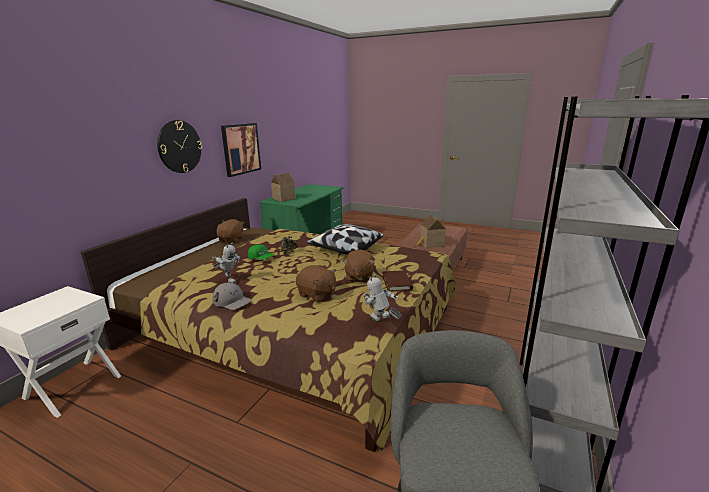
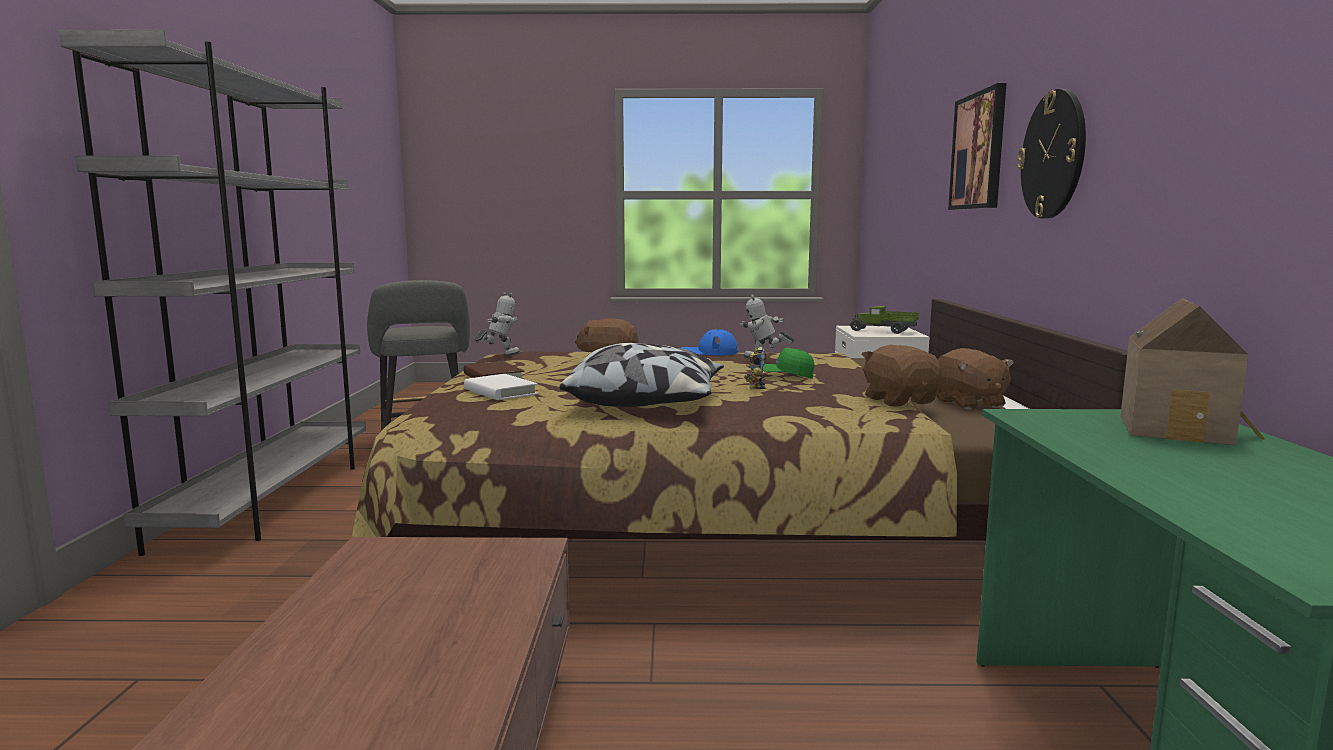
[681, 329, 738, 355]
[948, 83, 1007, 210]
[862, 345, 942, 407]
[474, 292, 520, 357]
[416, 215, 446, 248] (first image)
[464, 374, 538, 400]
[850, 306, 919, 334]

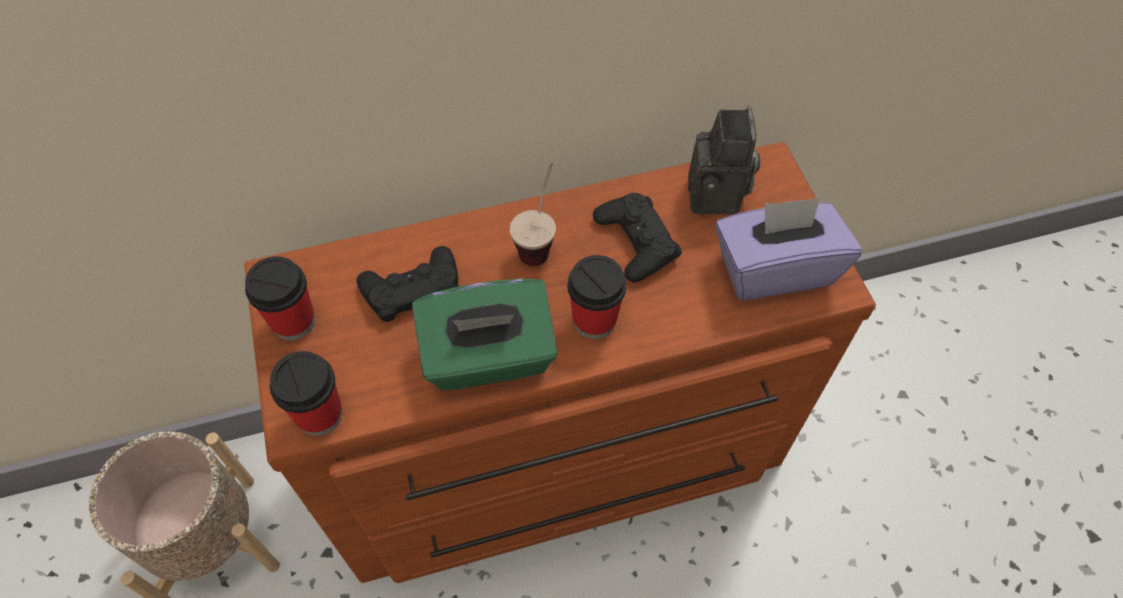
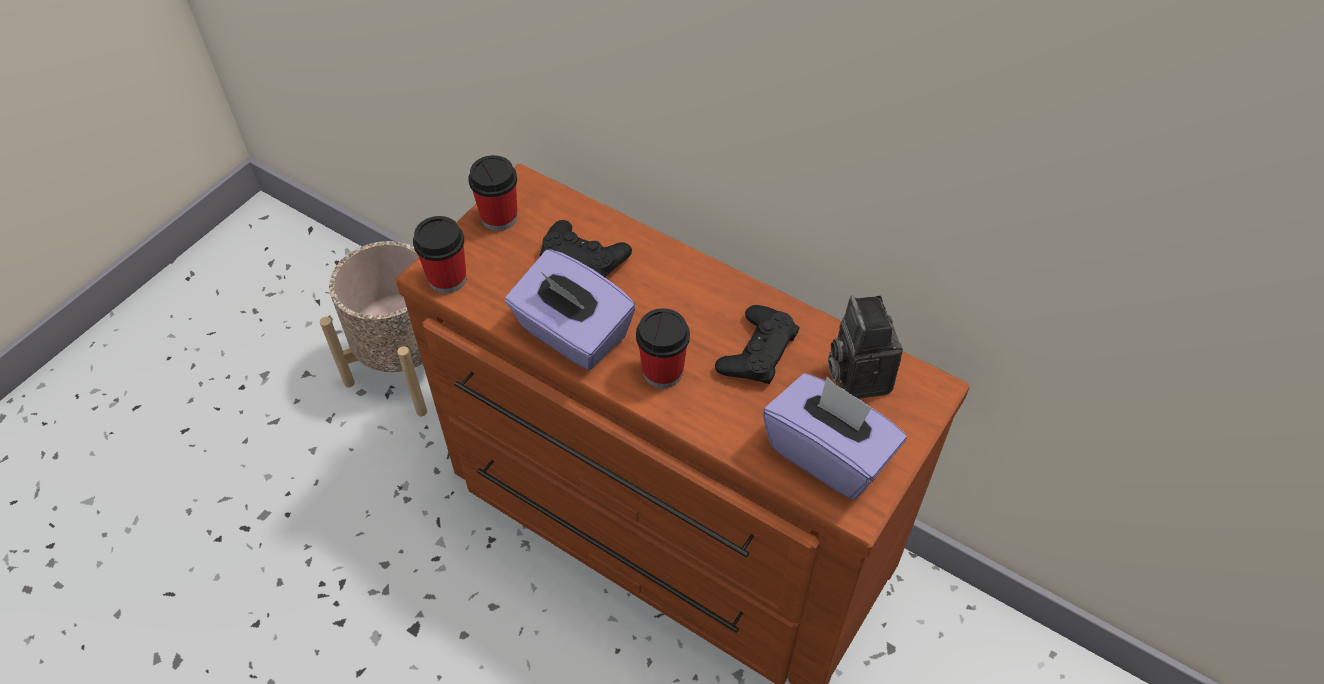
[505, 249, 636, 370]
[510, 163, 556, 266] (first image)
[828, 295, 903, 399]

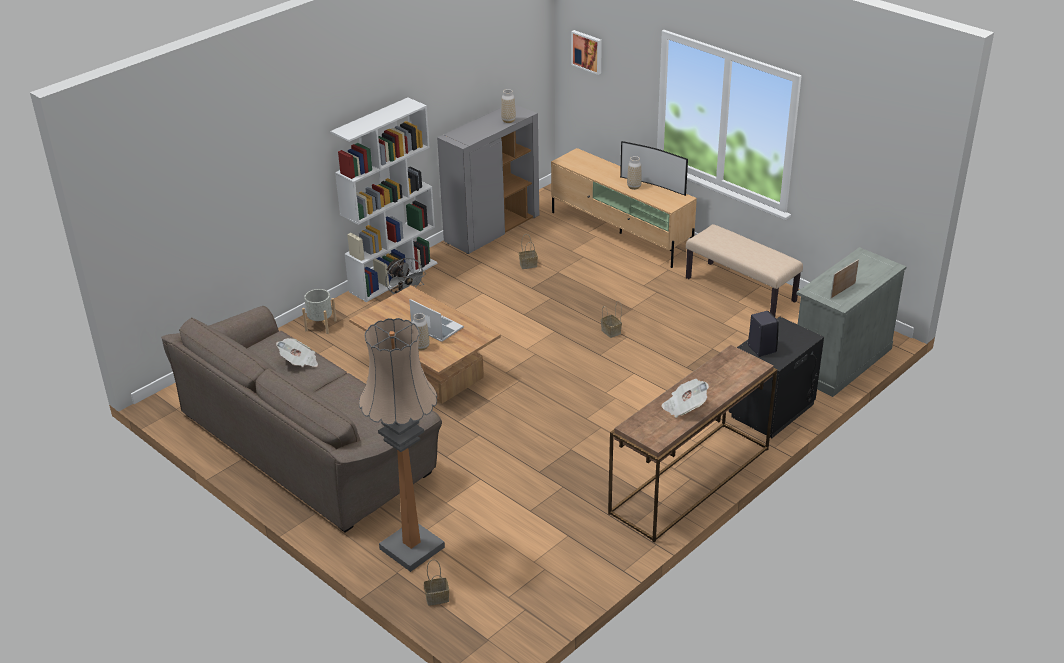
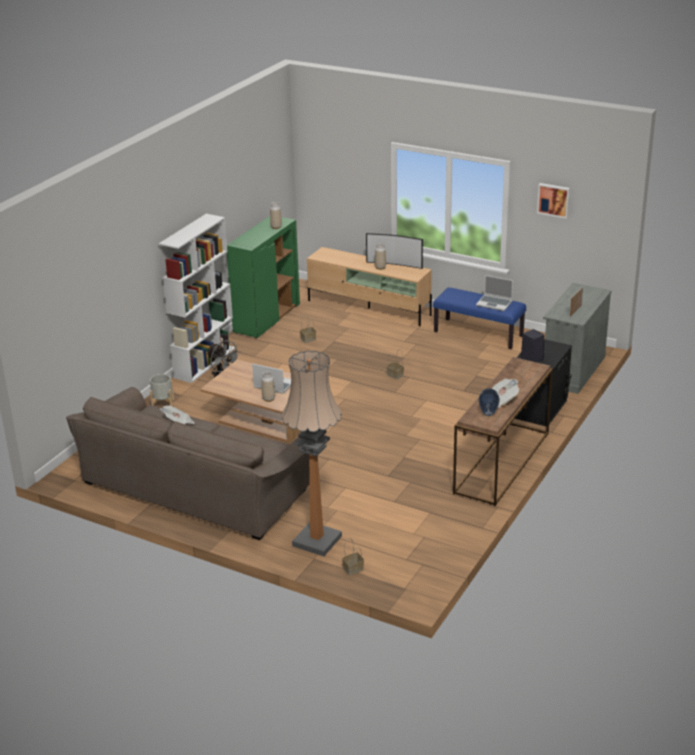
[227, 216, 300, 338]
[537, 183, 570, 219]
[433, 288, 526, 349]
[476, 275, 513, 311]
[479, 389, 500, 416]

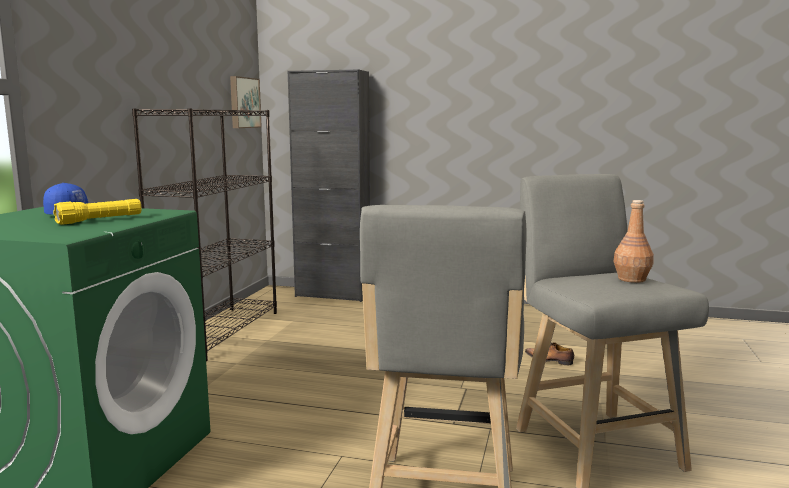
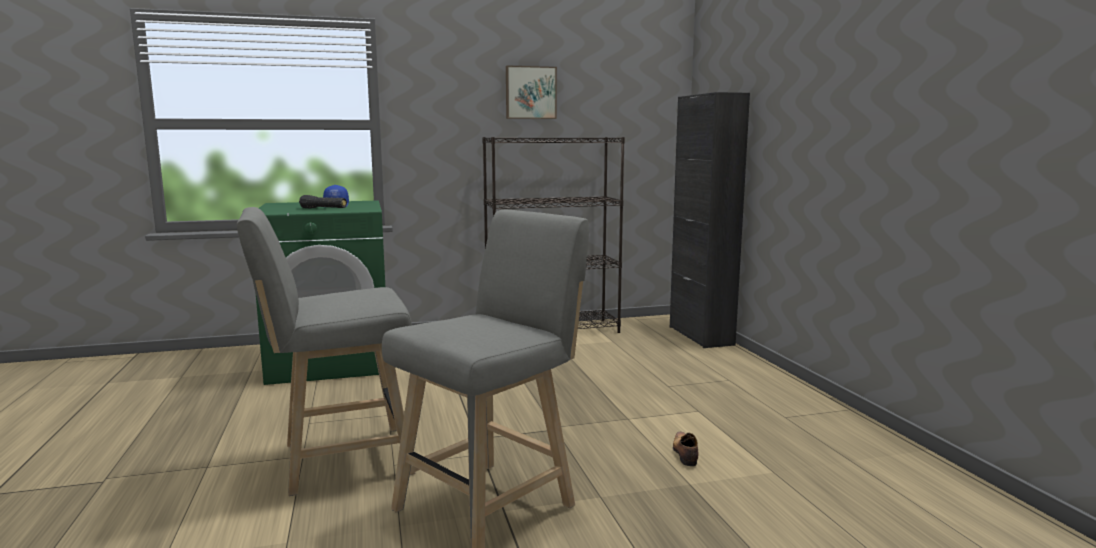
[299, 195, 347, 208]
[506, 65, 557, 119]
[613, 200, 654, 283] (first image)

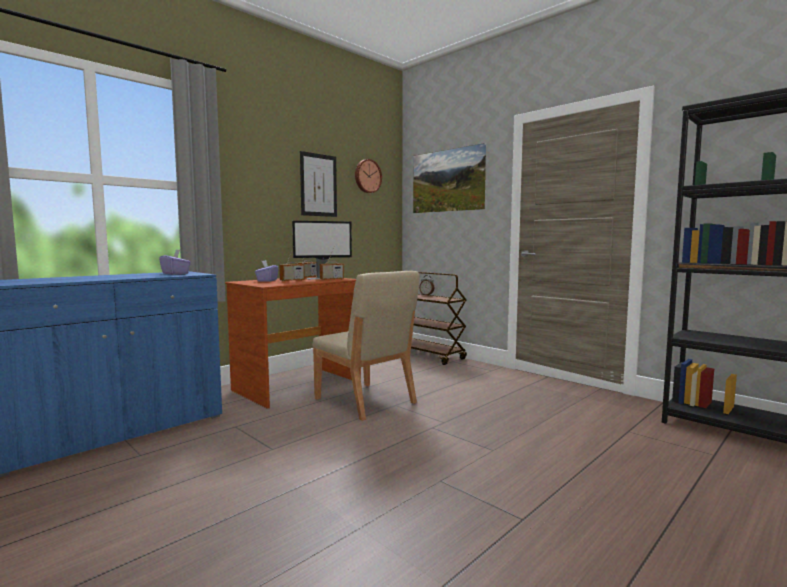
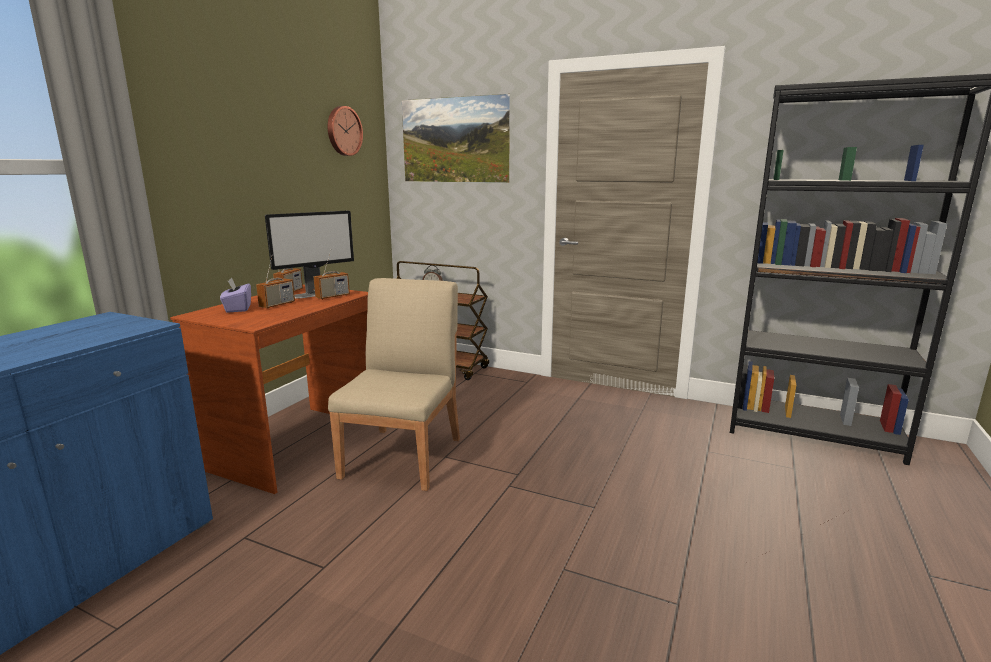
[159, 250, 191, 275] (first image)
[300, 151, 337, 217] (first image)
[328, 278, 460, 491]

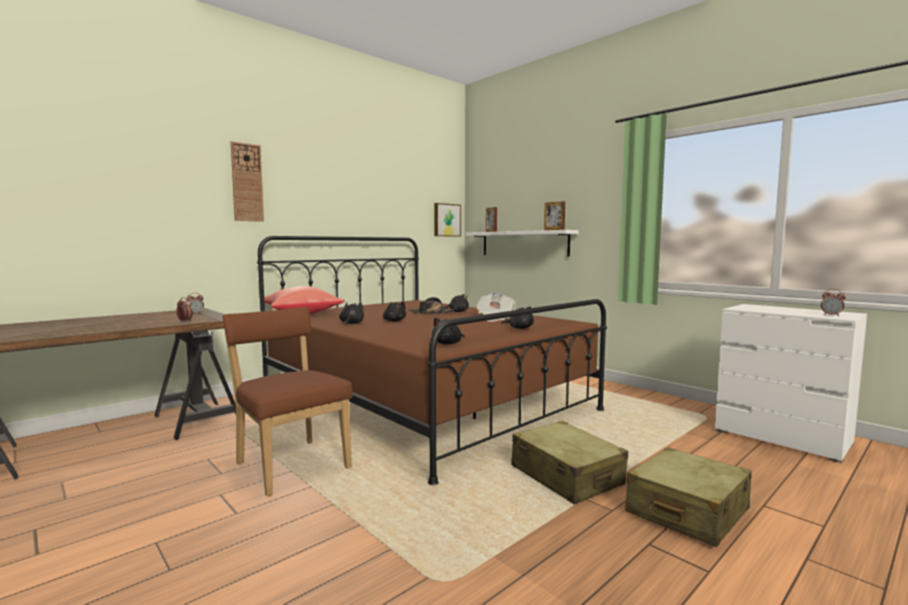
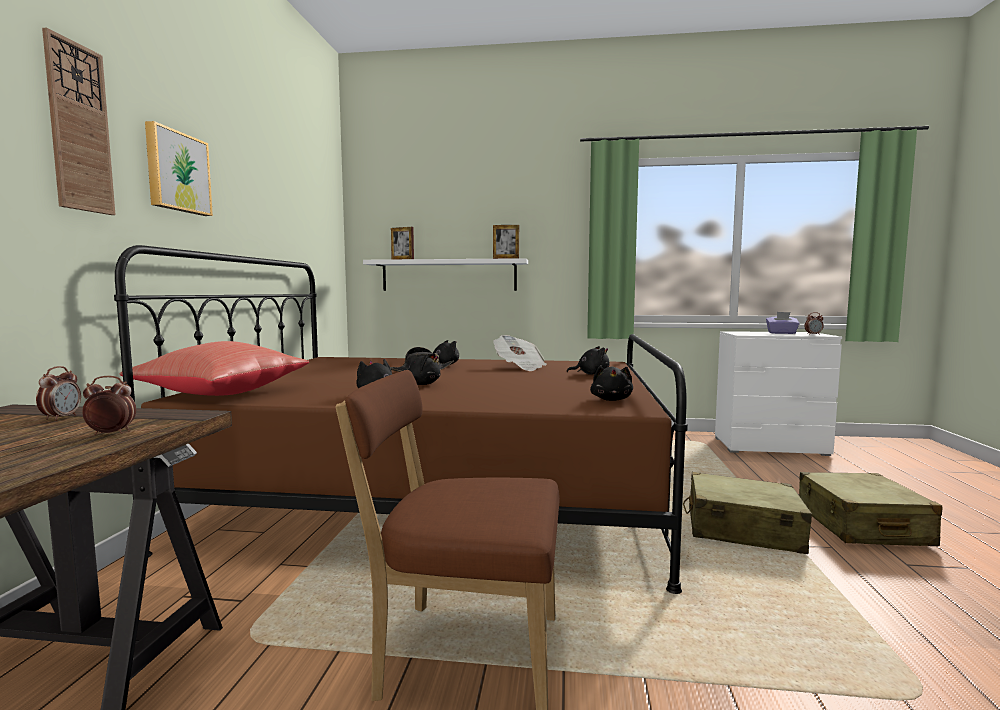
[145, 121, 213, 216]
[766, 312, 800, 334]

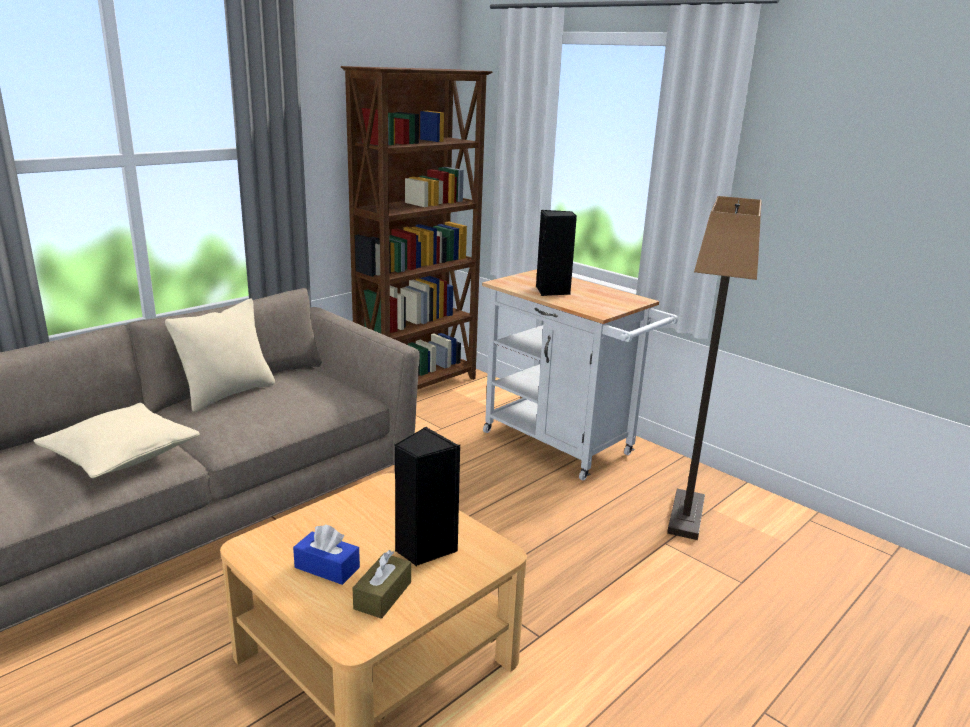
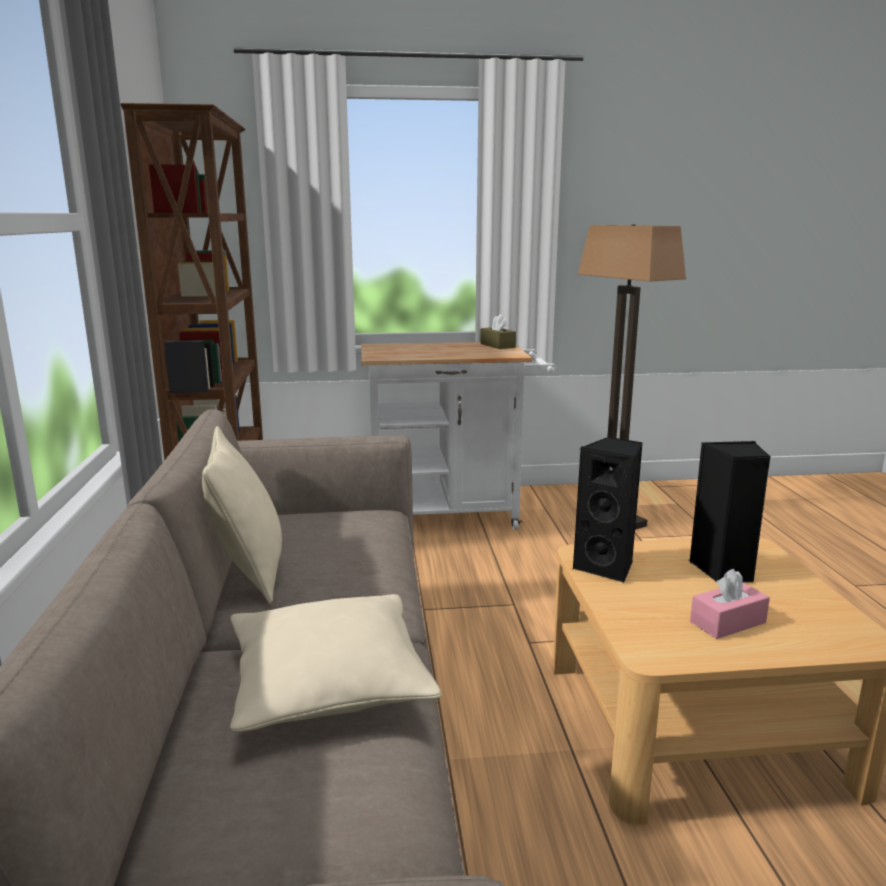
[690, 569, 770, 639]
[480, 314, 516, 349]
[572, 437, 643, 583]

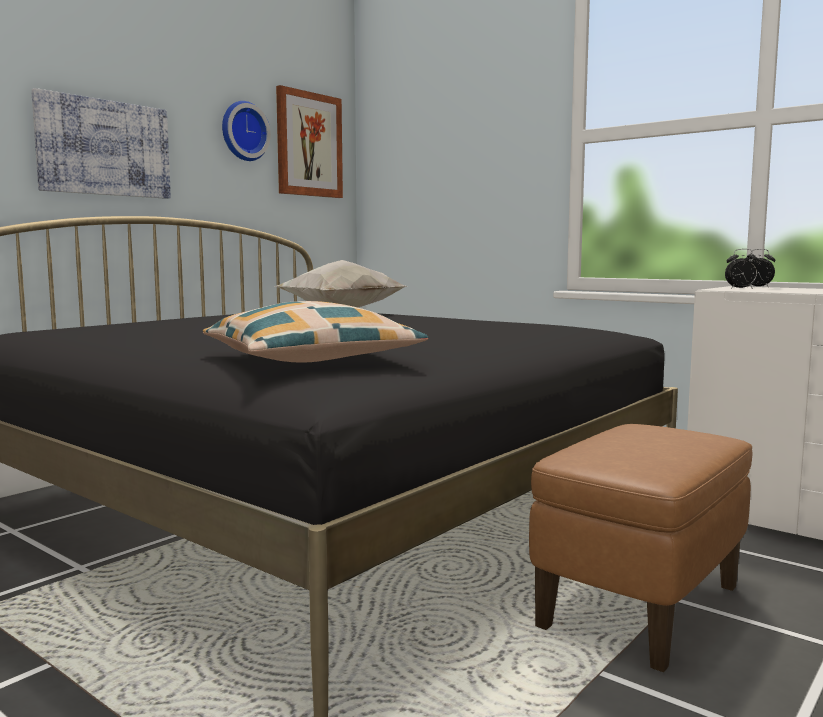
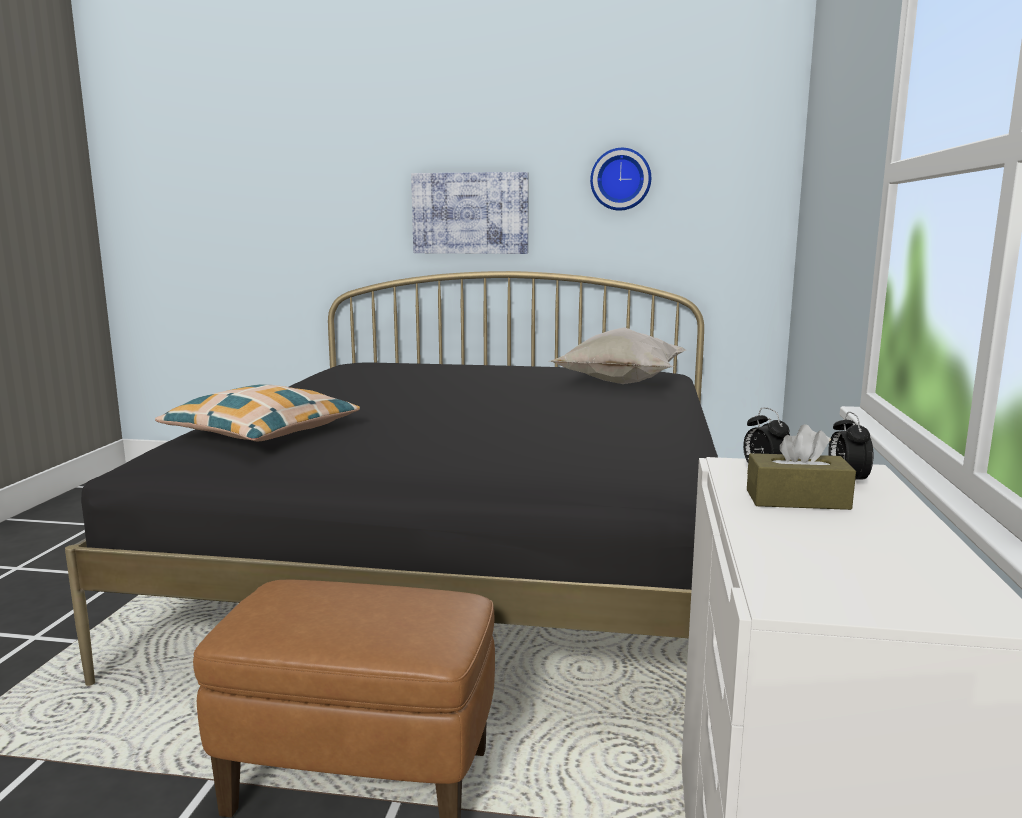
[276, 85, 343, 198] (first image)
[747, 424, 856, 510]

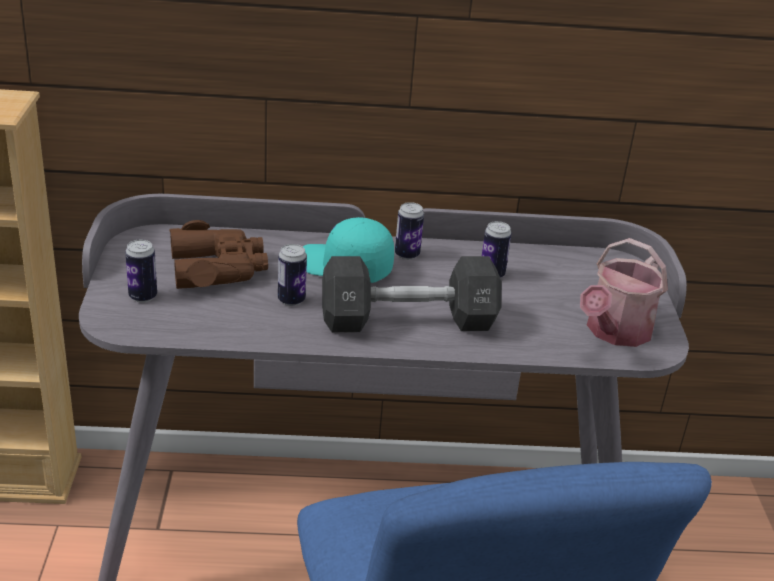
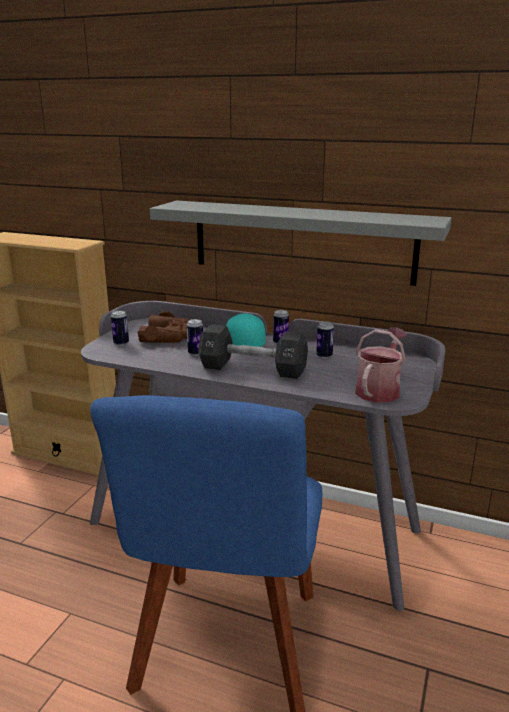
[355, 328, 407, 403]
[150, 201, 452, 286]

